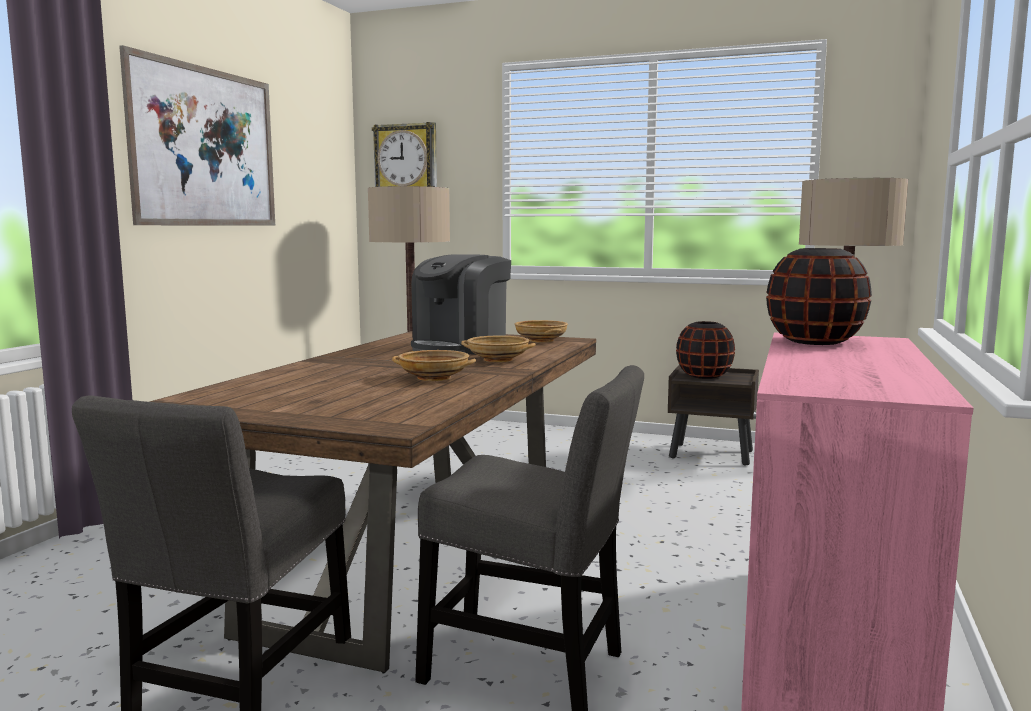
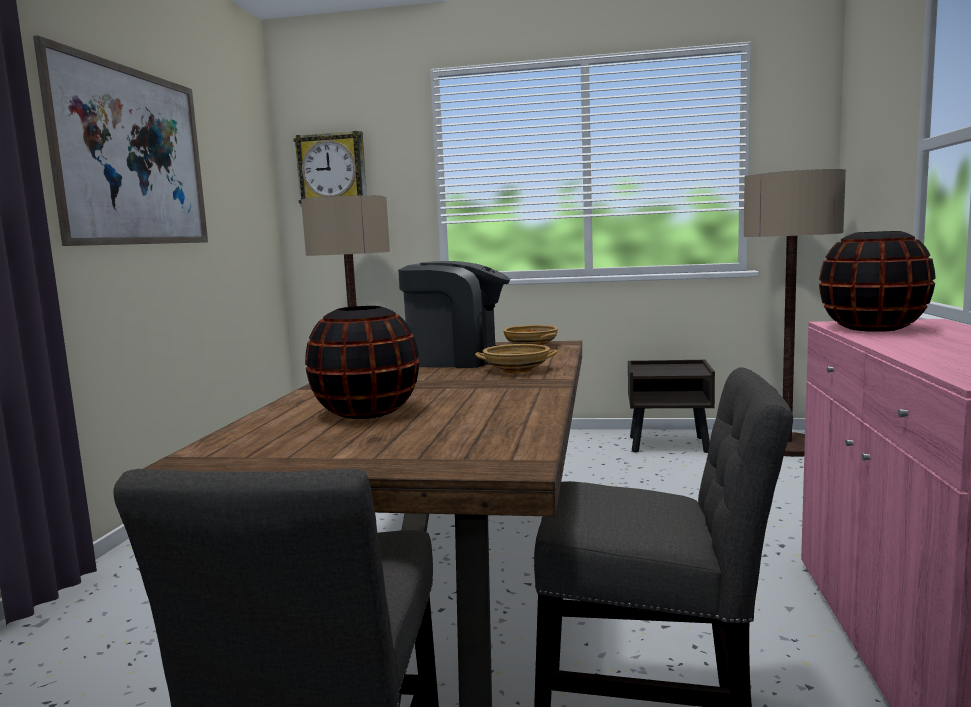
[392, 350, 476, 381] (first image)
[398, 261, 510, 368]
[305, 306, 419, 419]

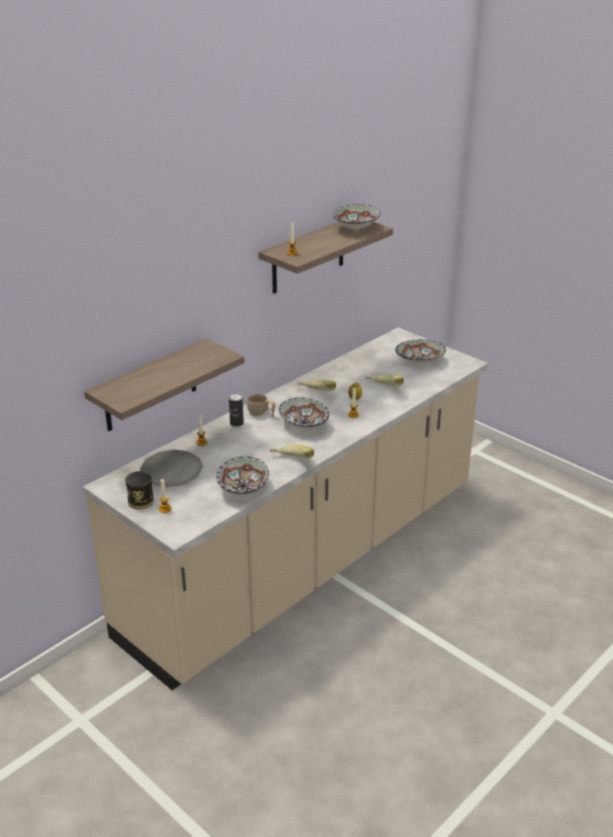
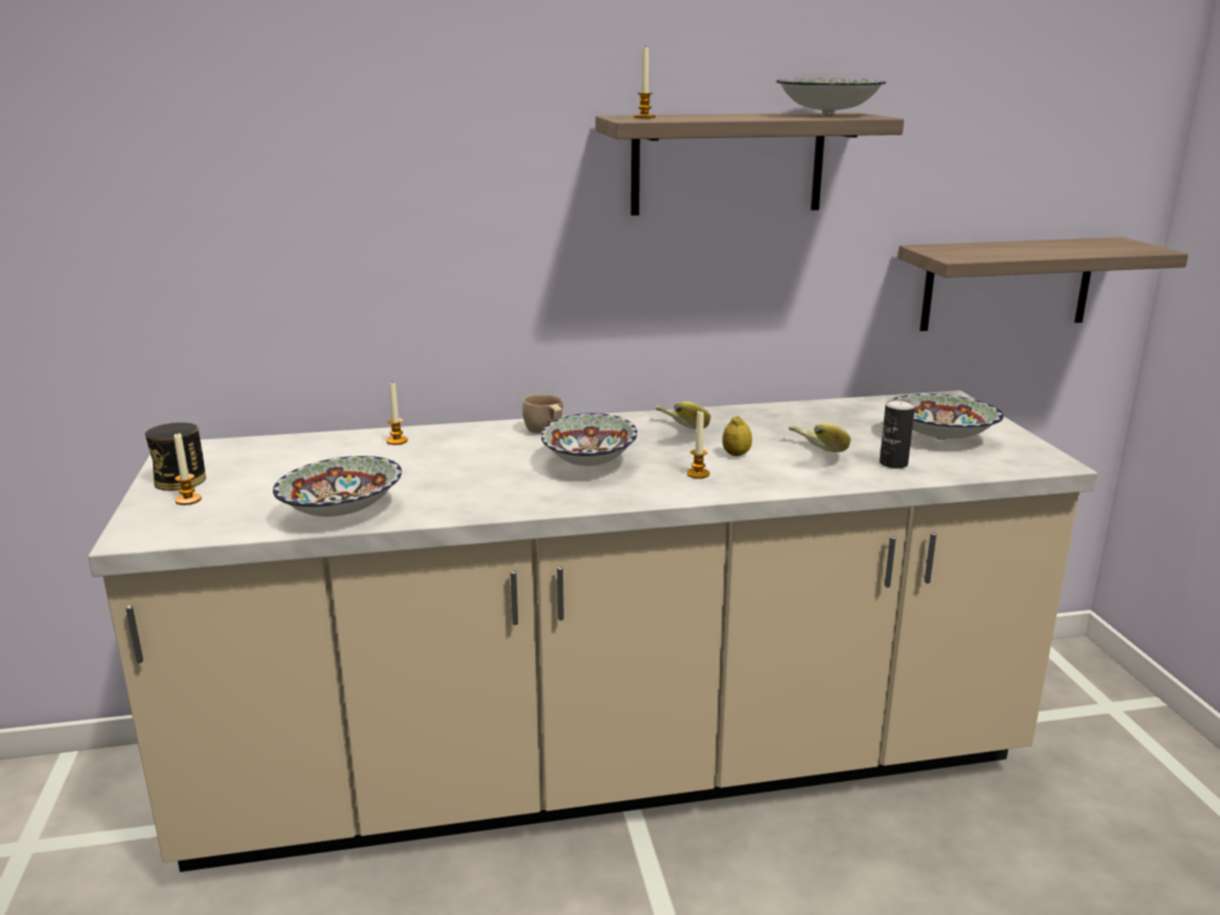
[898, 237, 1188, 331]
[140, 449, 203, 487] (first image)
[880, 399, 915, 469]
[270, 445, 314, 458] (first image)

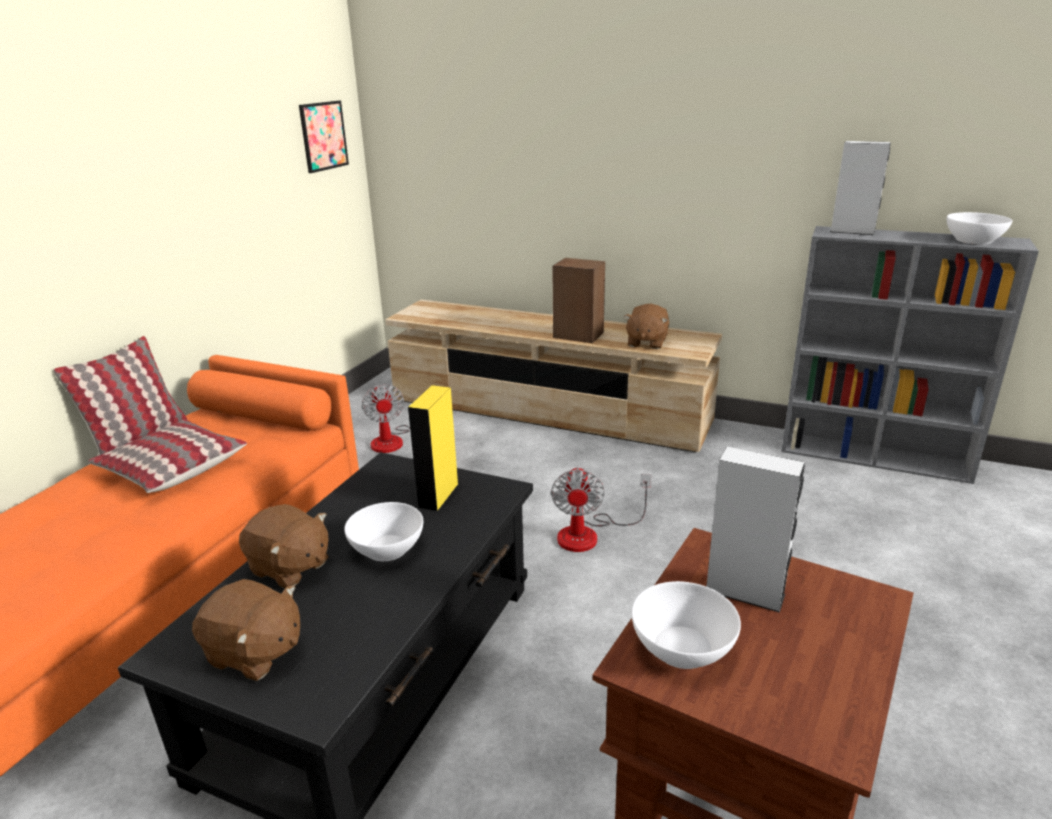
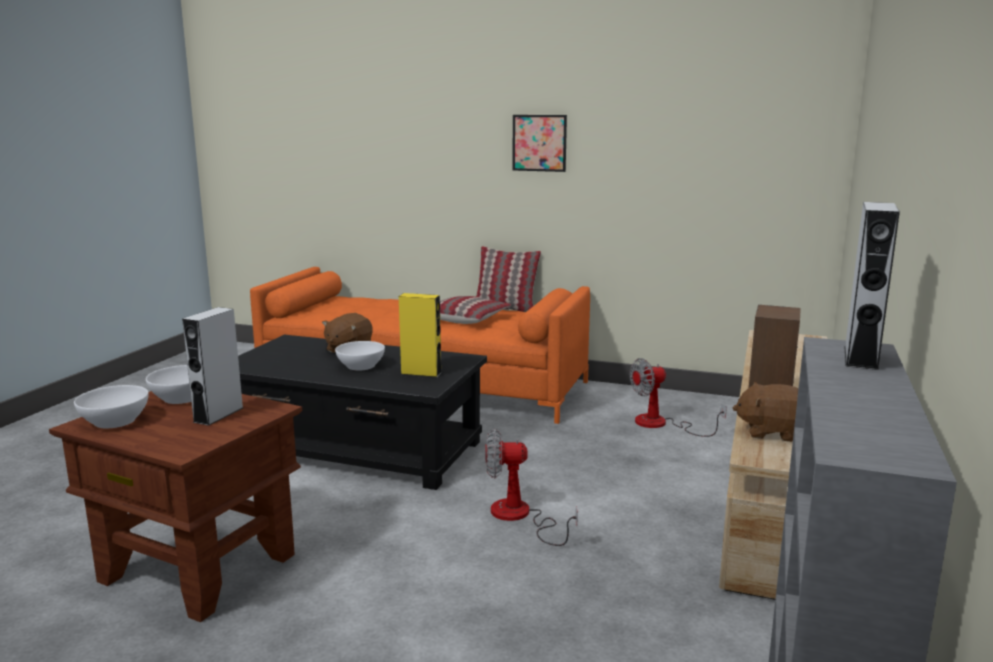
[192, 579, 300, 681] (first image)
[512, 115, 567, 172]
[74, 385, 149, 428]

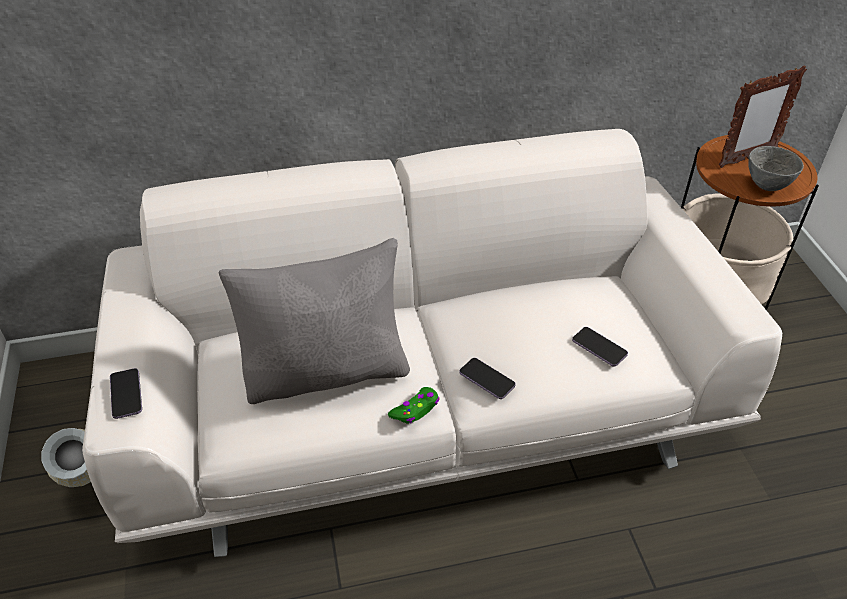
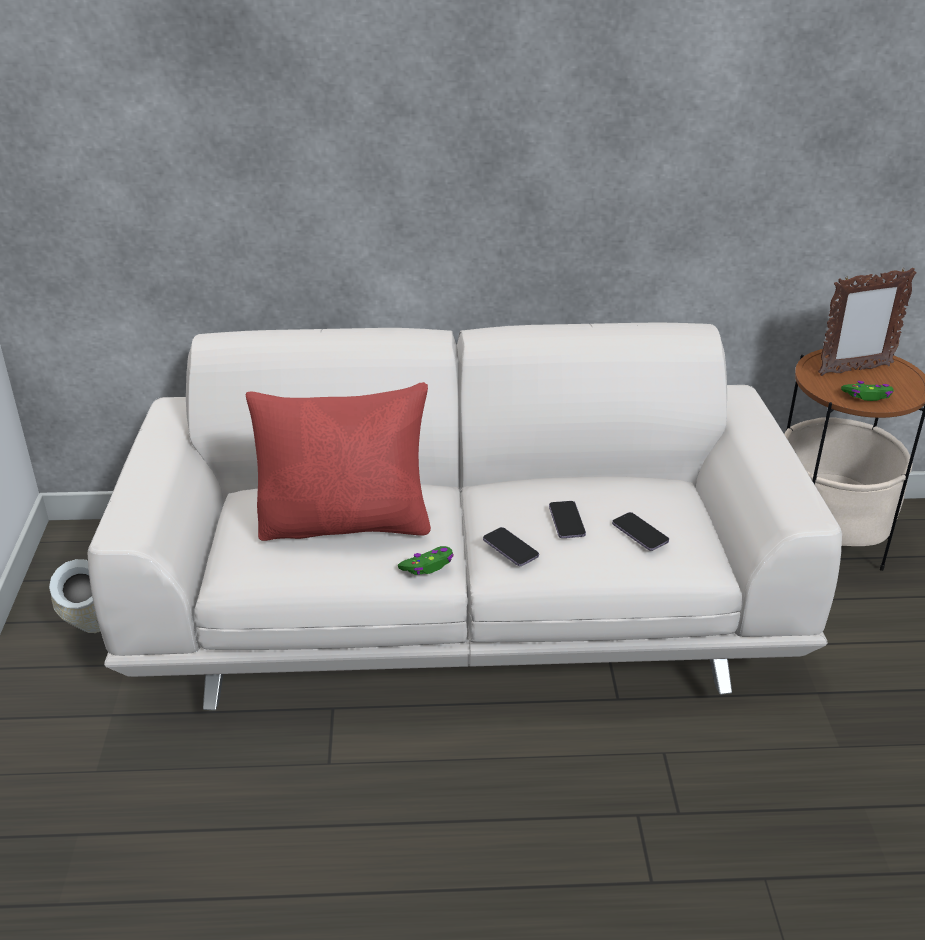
[549, 501, 586, 538]
[246, 382, 431, 541]
[841, 381, 894, 401]

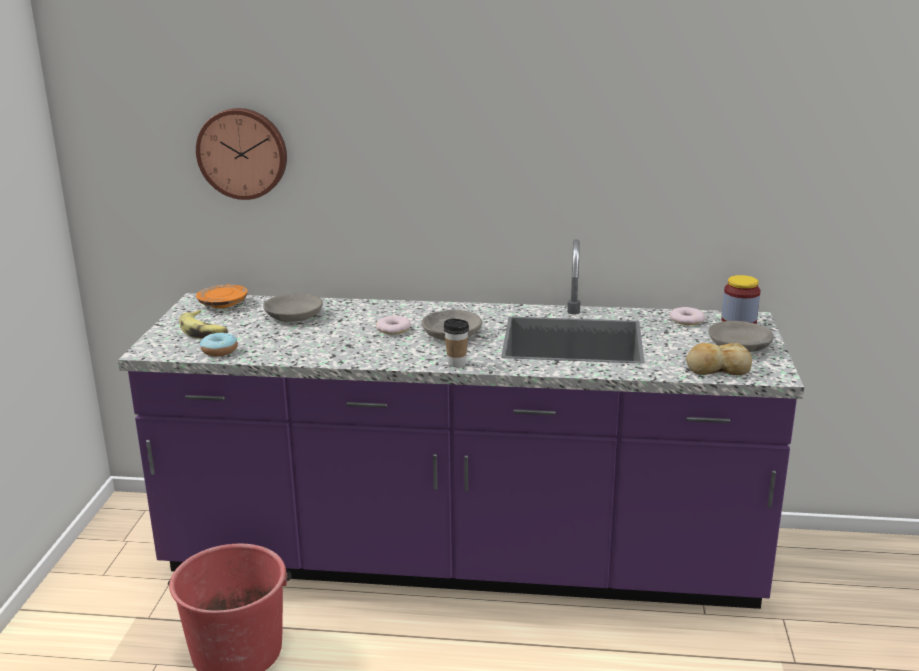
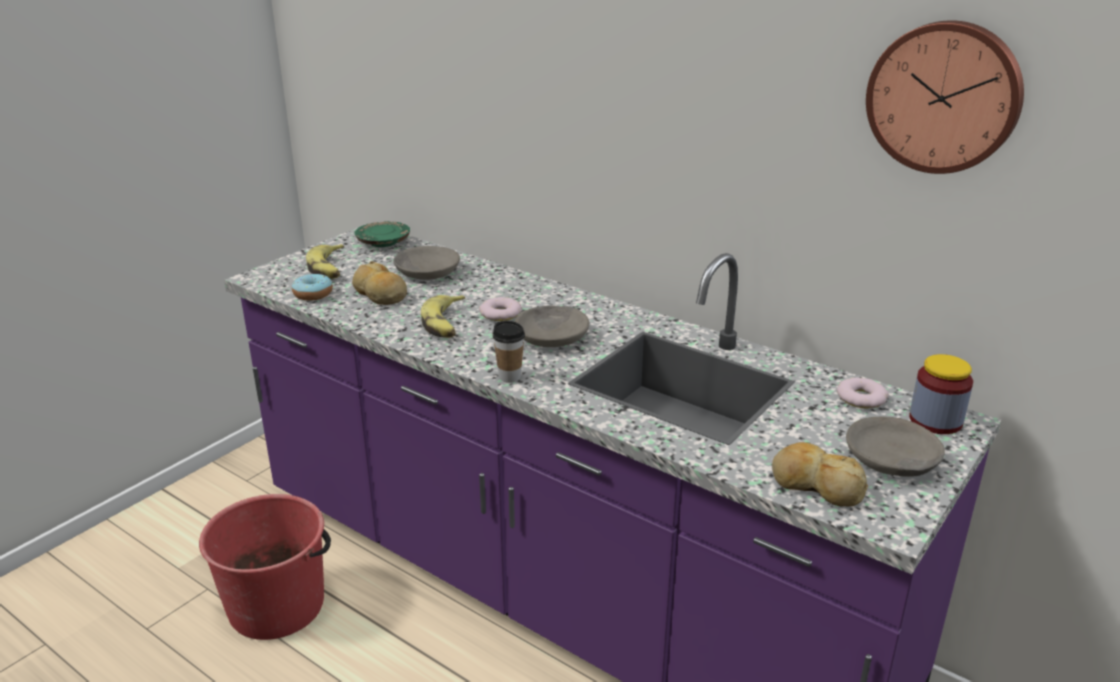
[866, 20, 1024, 174]
[354, 221, 410, 247]
[352, 261, 407, 305]
[421, 295, 465, 338]

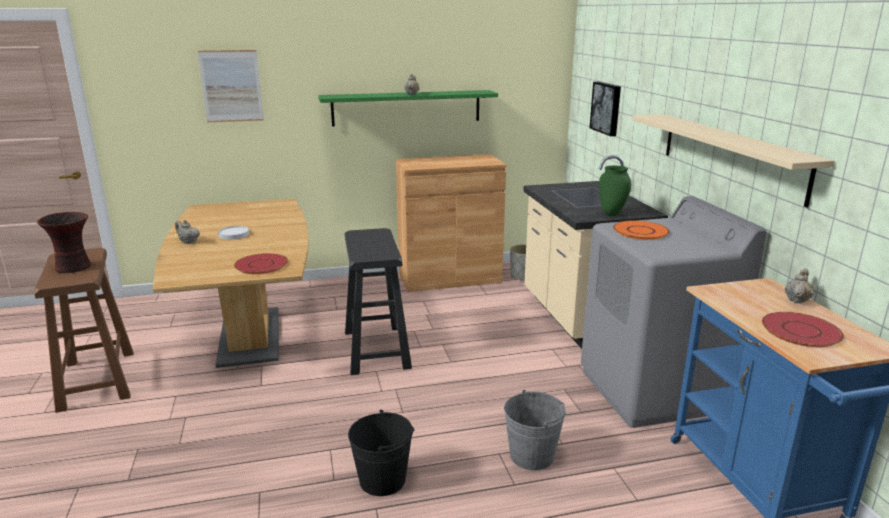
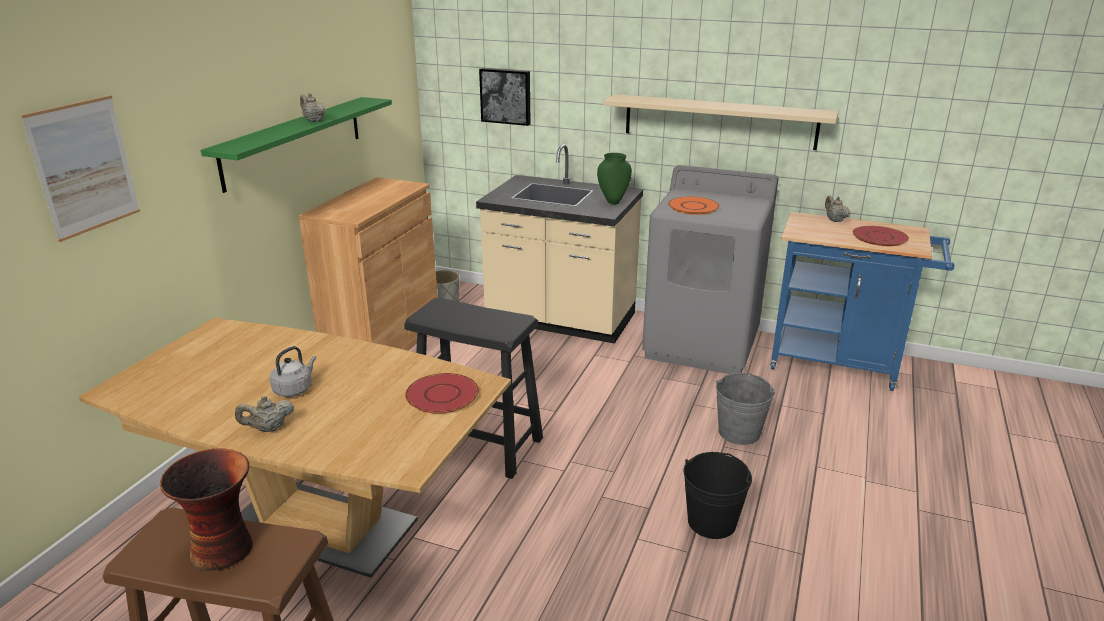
[270, 346, 316, 397]

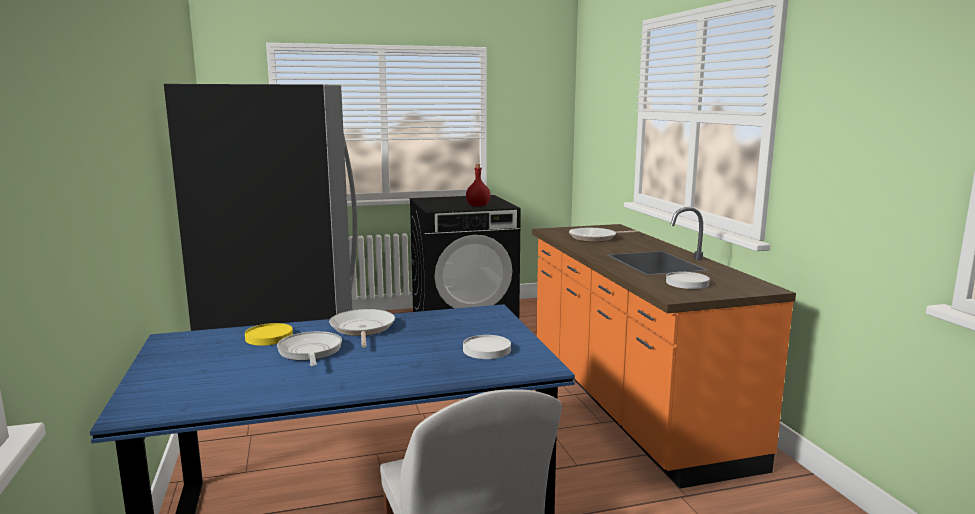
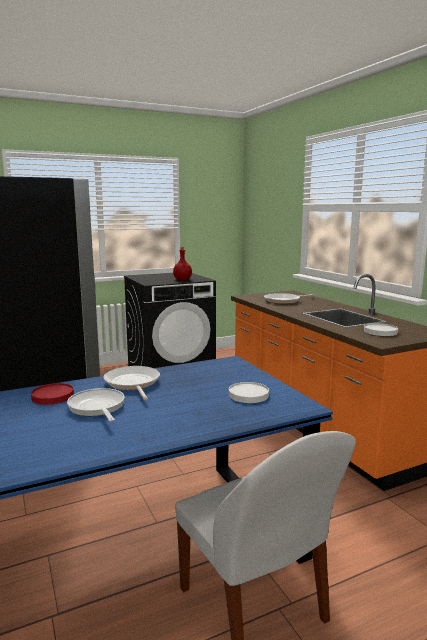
[31, 383, 74, 405]

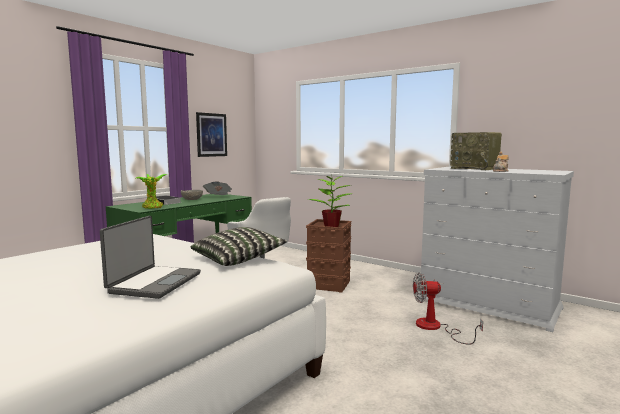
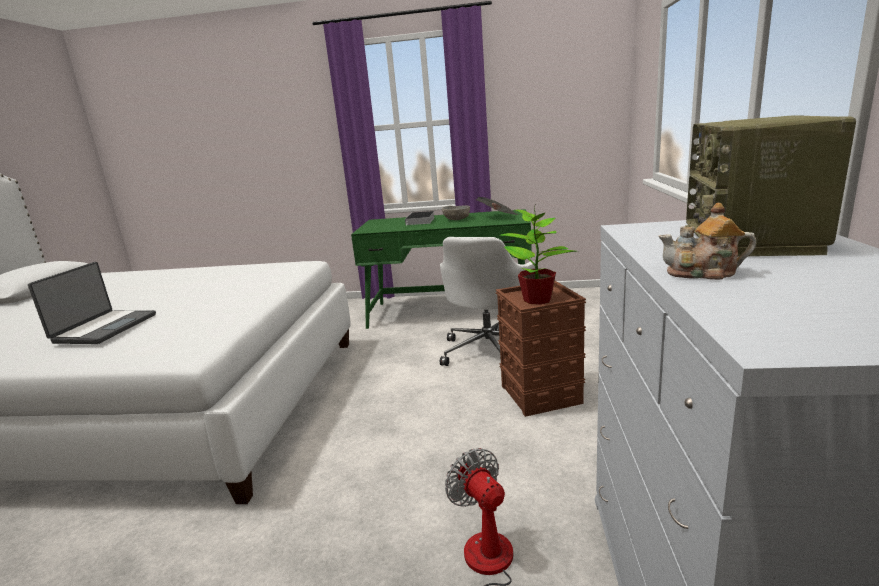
[28, 262, 156, 344]
[136, 174, 167, 209] (first image)
[191, 227, 287, 266] (first image)
[196, 112, 227, 157] (first image)

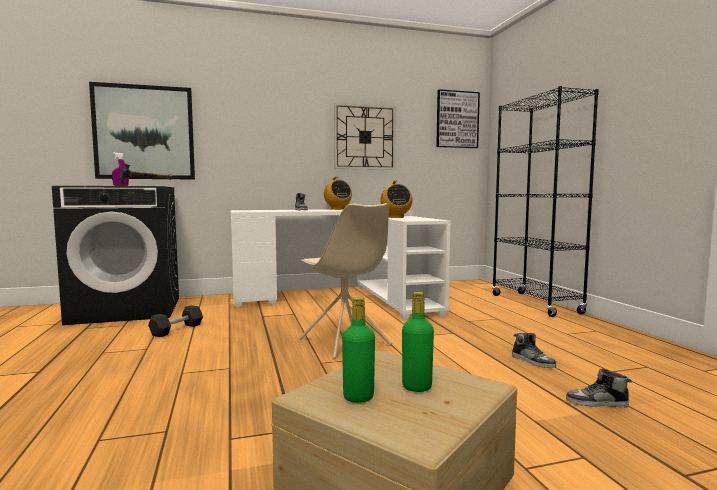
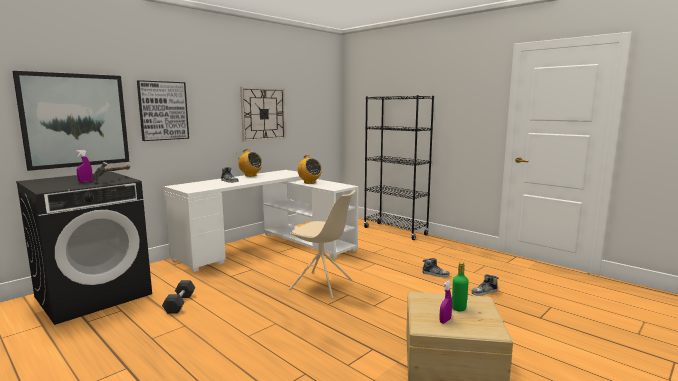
[440, 281, 452, 324]
[137, 80, 189, 141]

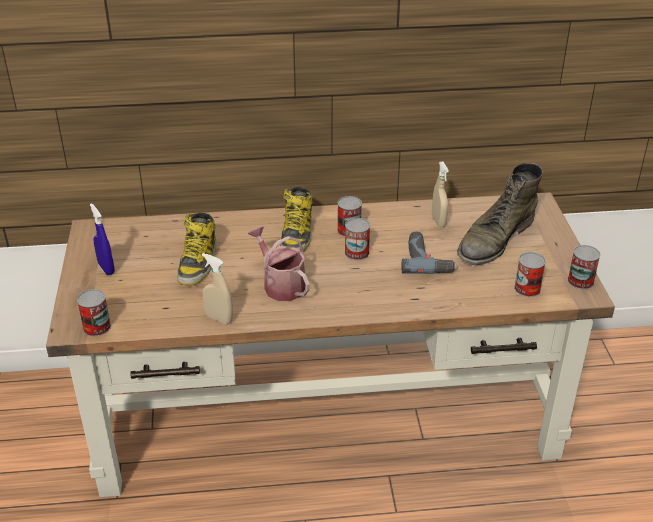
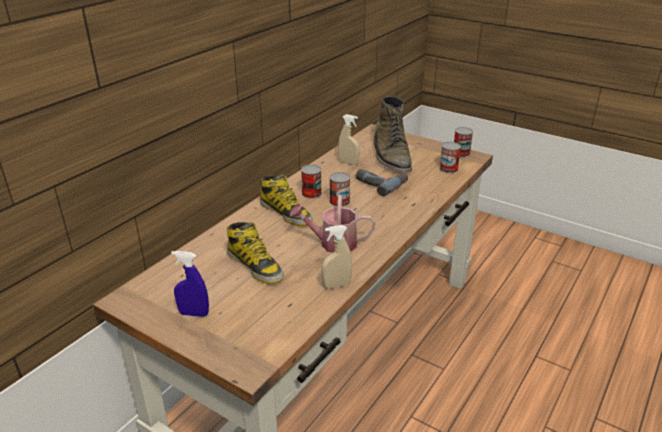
[77, 289, 111, 336] (first image)

